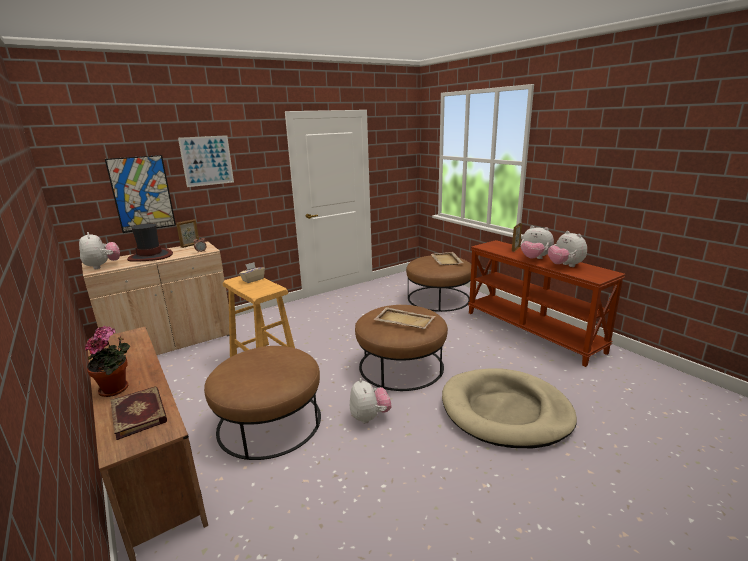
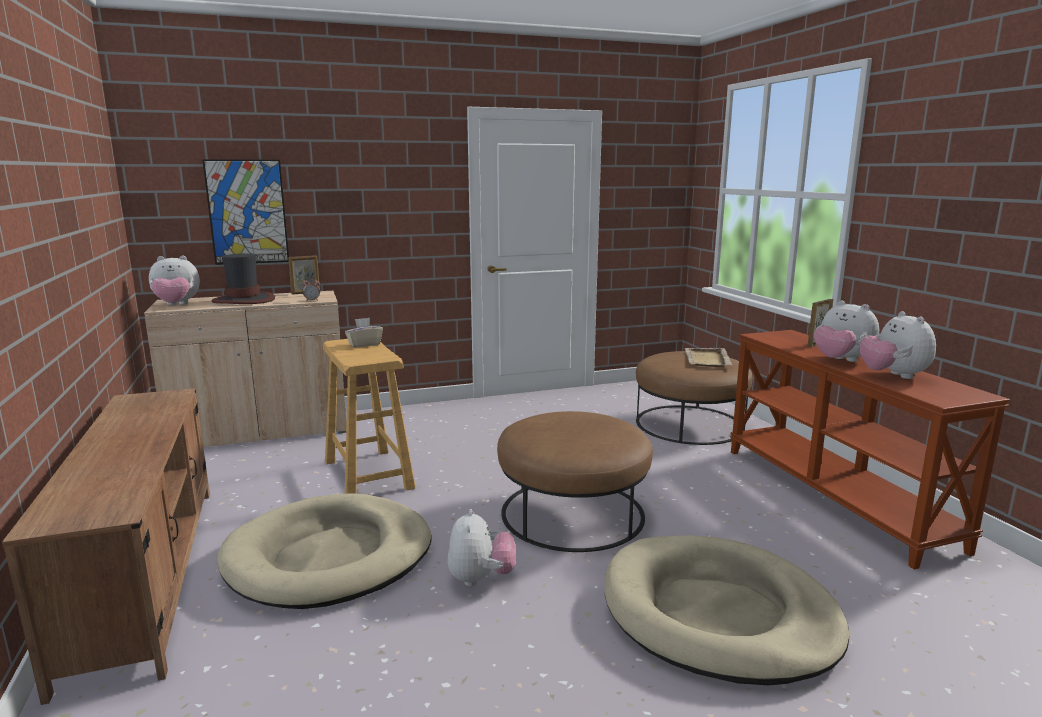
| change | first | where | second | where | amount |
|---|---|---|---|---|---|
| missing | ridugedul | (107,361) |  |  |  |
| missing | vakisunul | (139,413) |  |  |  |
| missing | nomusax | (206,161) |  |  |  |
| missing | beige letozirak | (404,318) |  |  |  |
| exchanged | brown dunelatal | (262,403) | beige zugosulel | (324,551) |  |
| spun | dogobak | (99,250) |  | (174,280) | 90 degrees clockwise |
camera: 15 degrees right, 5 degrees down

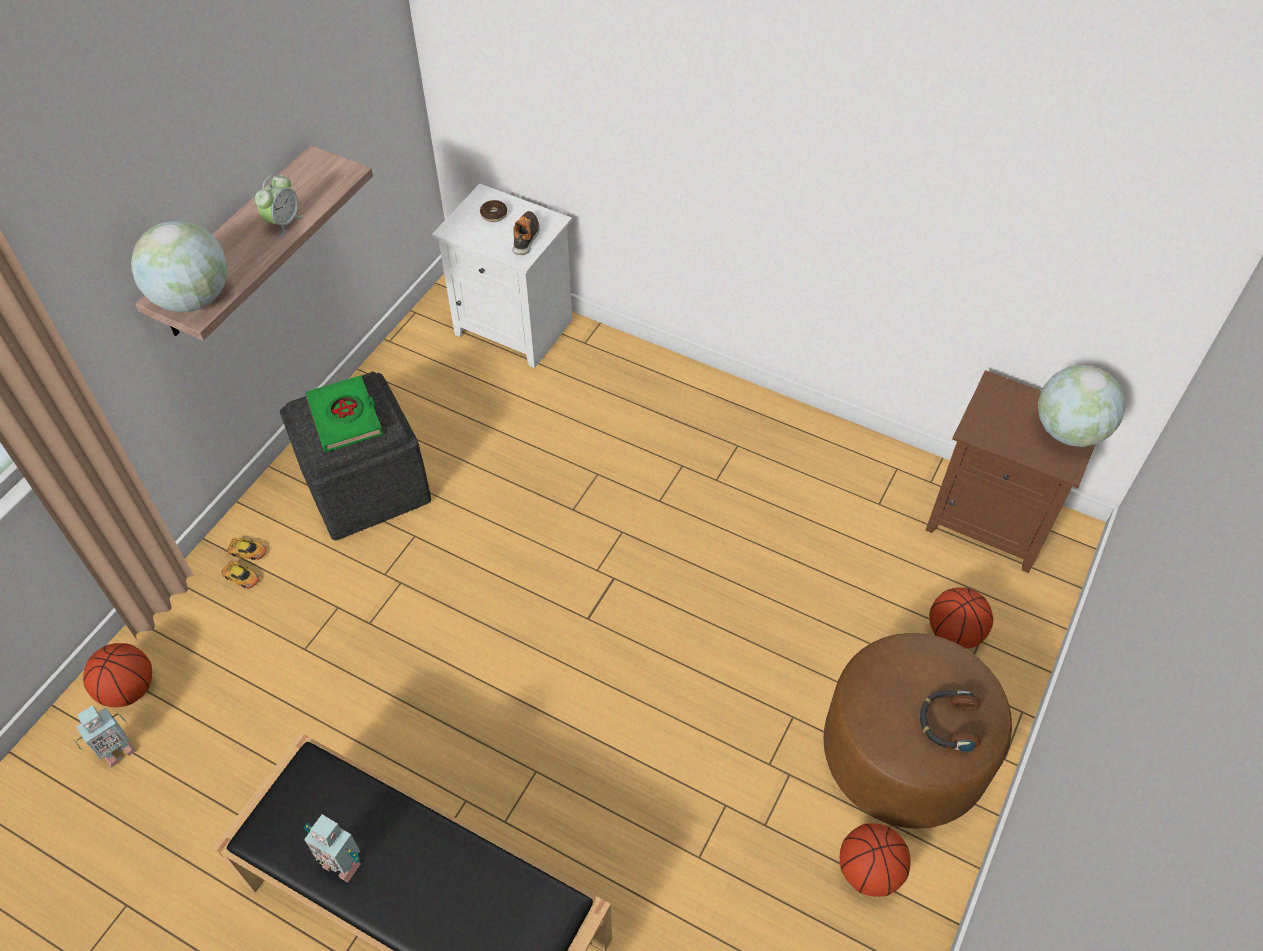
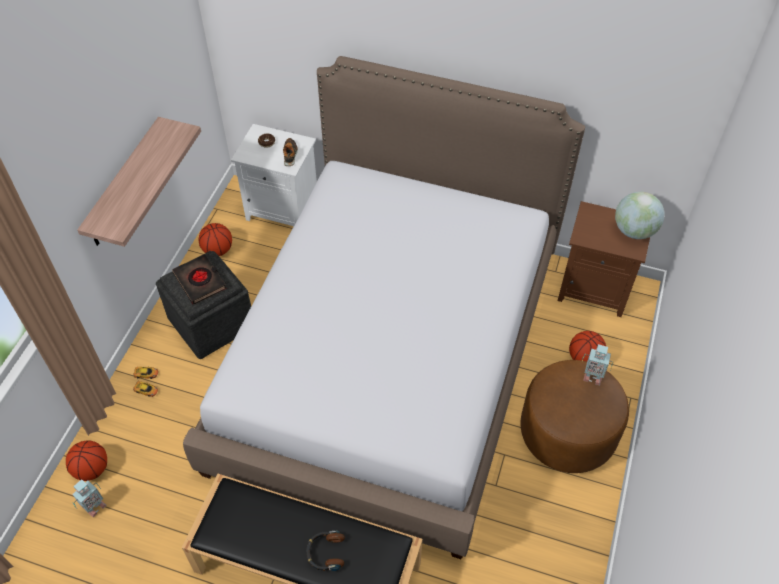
| change | first | where | second | where | amount |
|---|---|---|---|---|---|
| missing | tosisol | (179,266) |  |  |  |
| missing | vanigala | (279,206) |  |  |  |
| appeared |  |  | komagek | (384,307) |  |
| relocated | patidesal | (332,848) |  | (597,364) |  |
| relocated | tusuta | (875,860) |  | (215,239) |  |
| relocated | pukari | (950,721) |  | (325,550) |  |
| colour | green vakisunul | (344,414) | black vakisunul | (199,279) |  |
camera: 10 degrees left, 0 degrees up

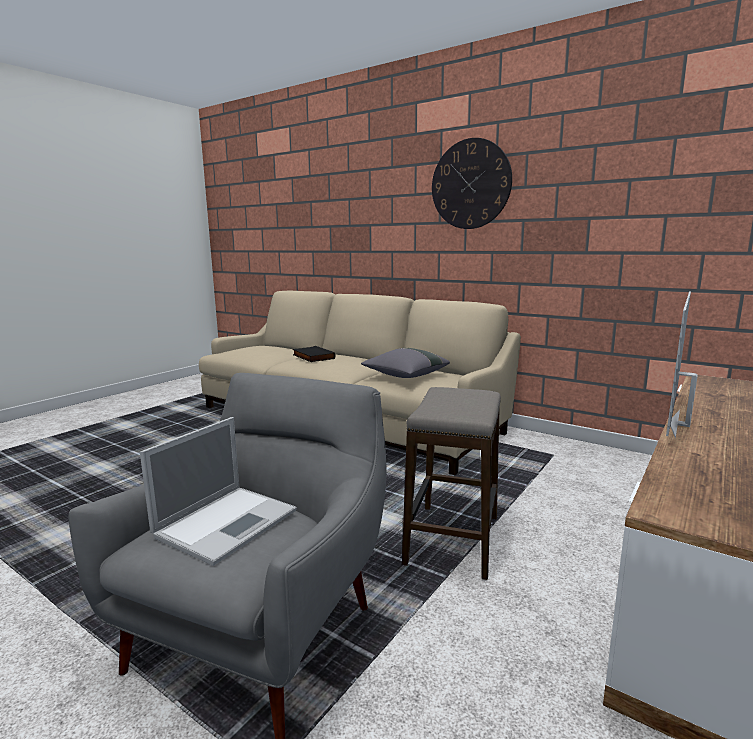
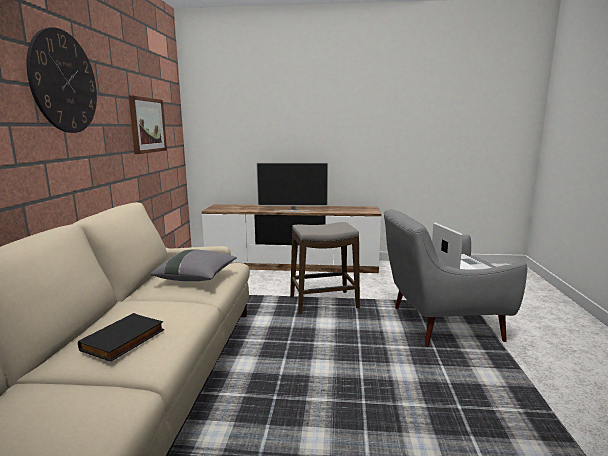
| change | first | where | second | where | amount |
|---|---|---|---|---|---|
| appeared |  |  | nomusax | (148,124) |  |
| spun | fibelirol | (218,491) |  | (461,246) | 75 degrees clockwise |
camera: 120 degrees left, 0 degrees up

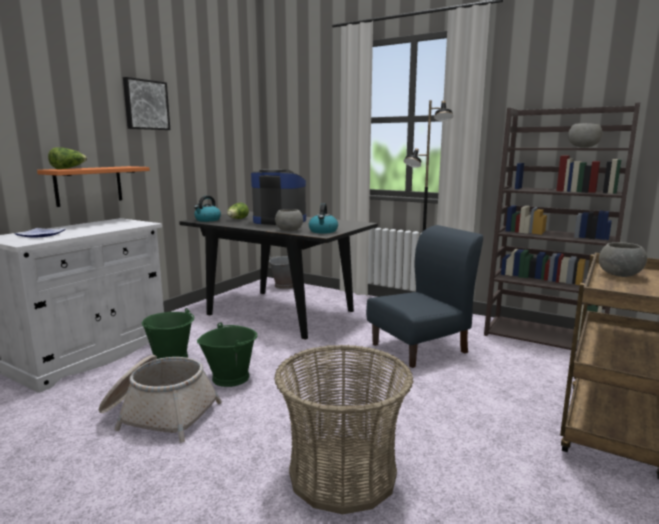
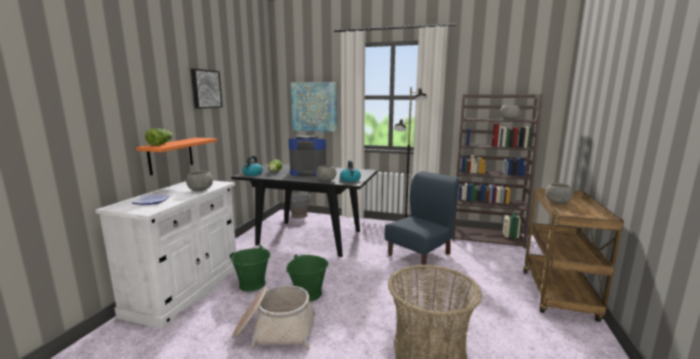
| change | first | where | second | where | amount |
|---|---|---|---|---|---|
| appeared |  |  | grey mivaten | (199,181) |  |
| appeared |  |  | nomusax | (314,107) |  |
camera: 15 degrees left, 0 degrees up

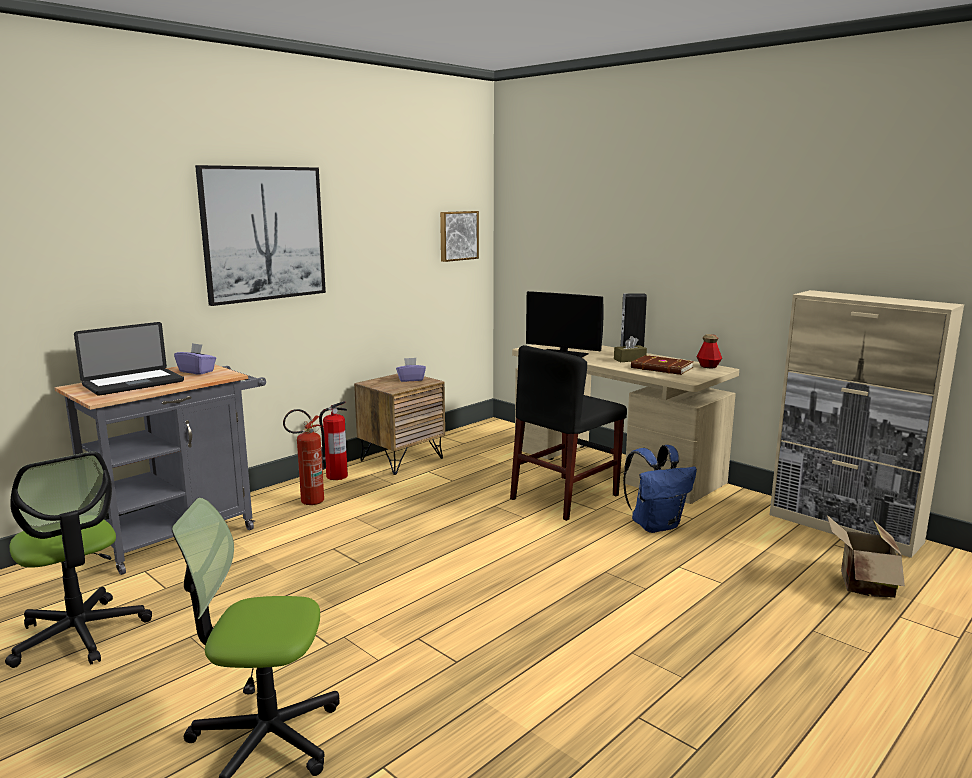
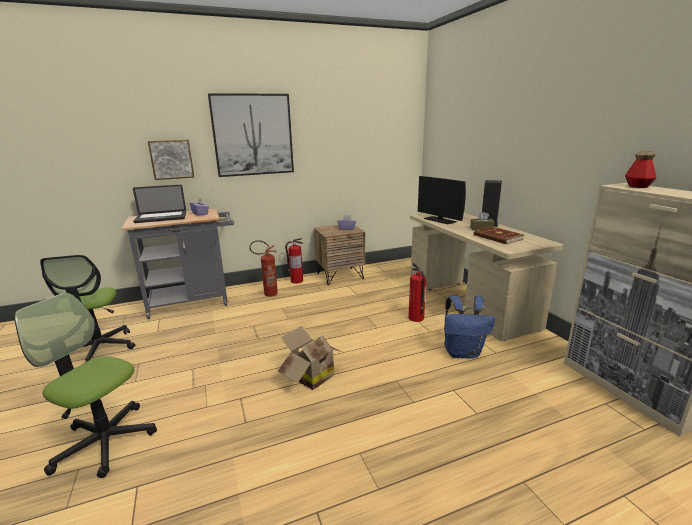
| change | first | where | second | where | amount |
|---|---|---|---|---|---|
| relocated | nomusax | (459,236) |  | (171,160) |  |
| relocated | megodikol | (709,351) |  | (641,169) |  |
| relocated | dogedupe | (866,556) |  | (311,358) |  |
| exchanged | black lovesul | (568,433) | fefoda | (417,292) |  |
camera: 25 degrees right, 5 degrees up

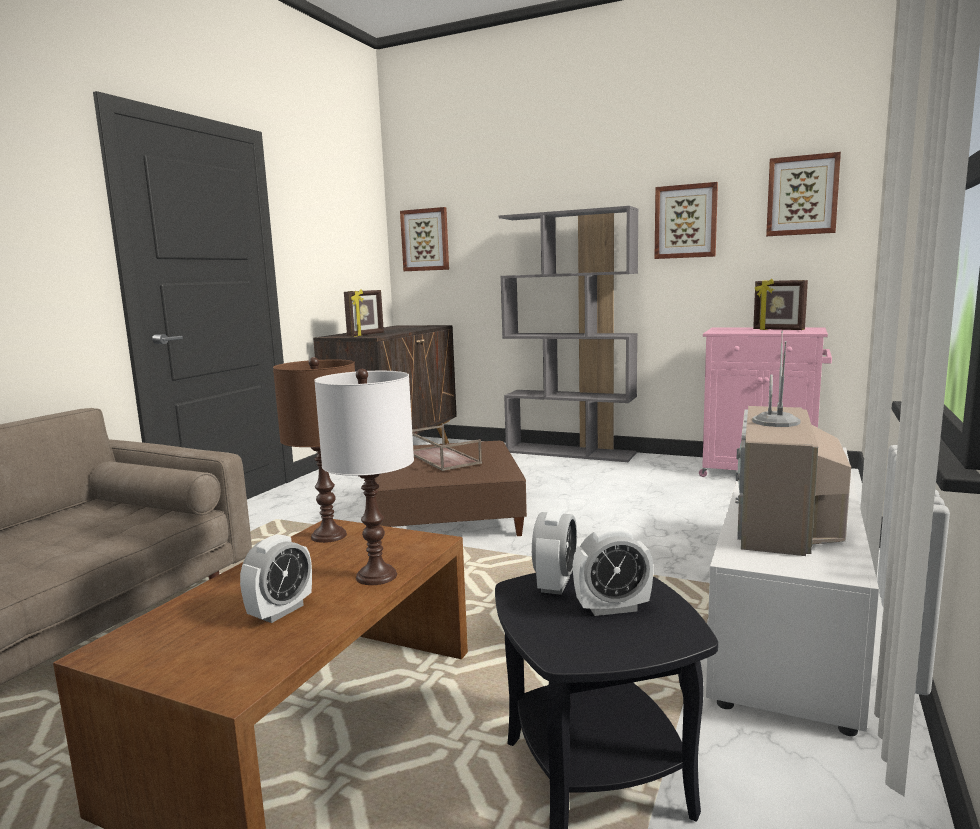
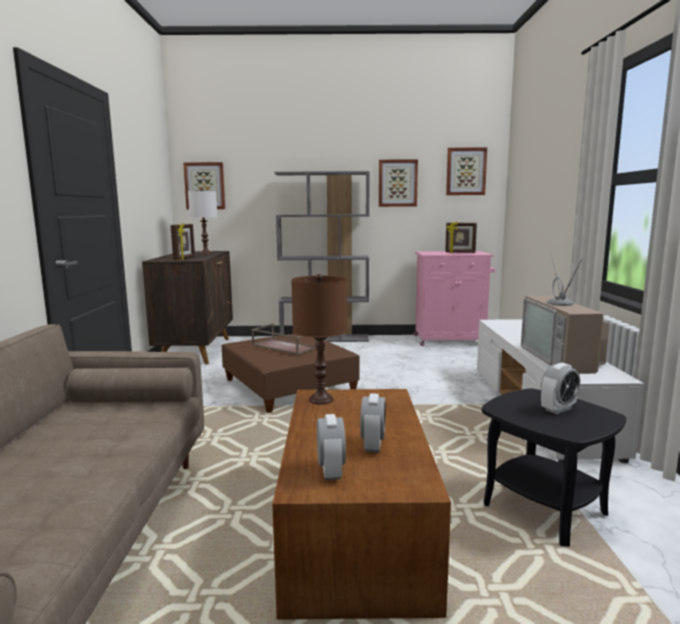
| change | first | where | second | where | amount |
|---|---|---|---|---|---|
| relocated | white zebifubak | (364,477) |  | (202,222) |  |
| relocated | vanigala | (554,551) |  | (331,447) |  |
camera: 25 degrees left, 0 degrees up

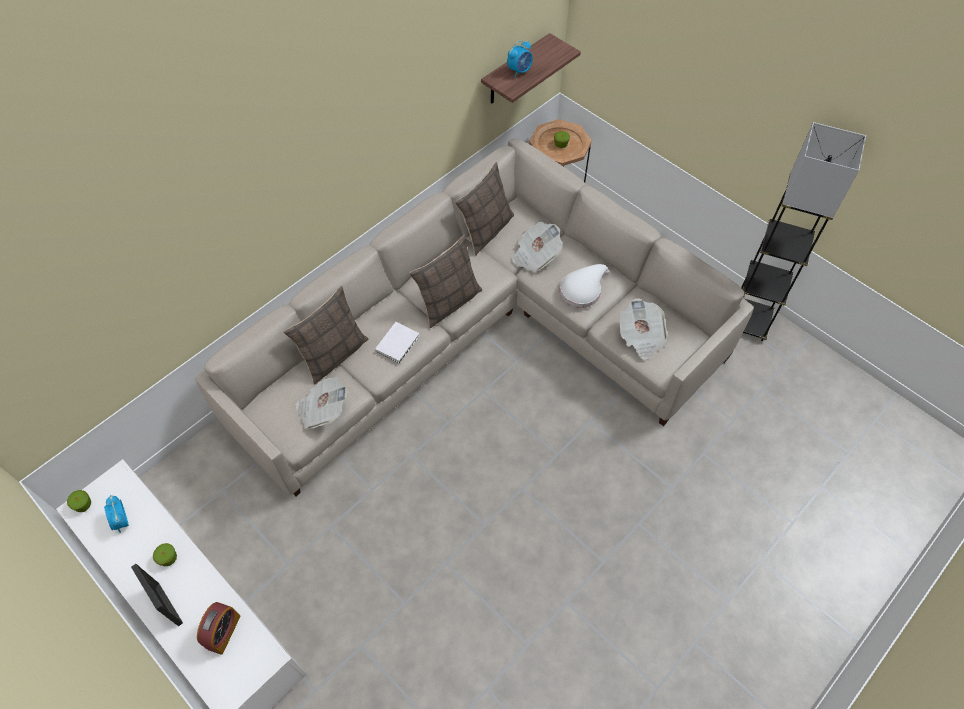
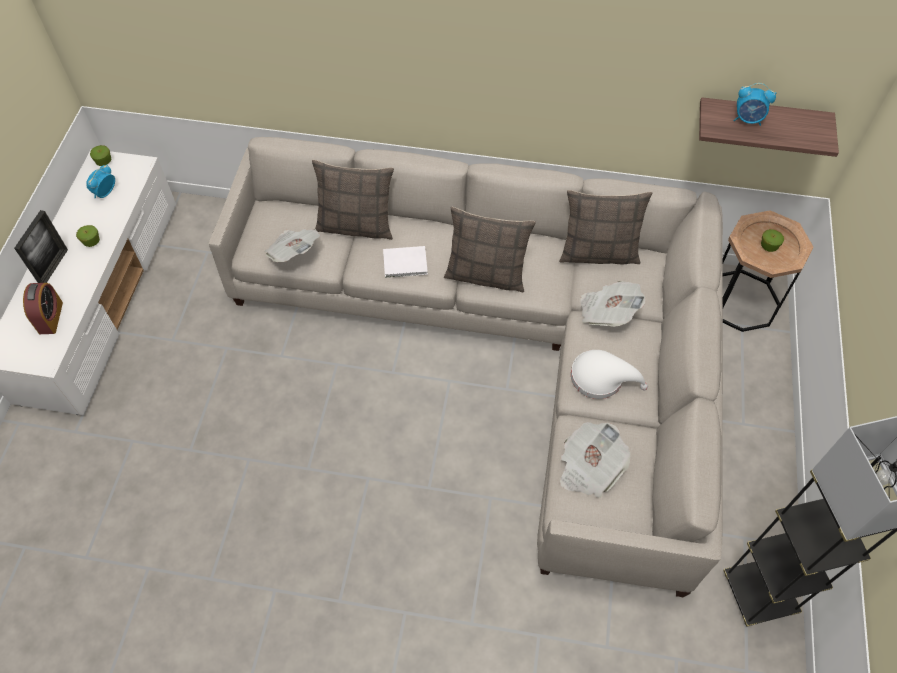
| change | first | where | second | where | amount |
|---|---|---|---|---|---|
| spun | vanigala | (218,628) |  | (43,308) | 75 degrees counterclockwise |
camera: 55 degrees right, 0 degrees up

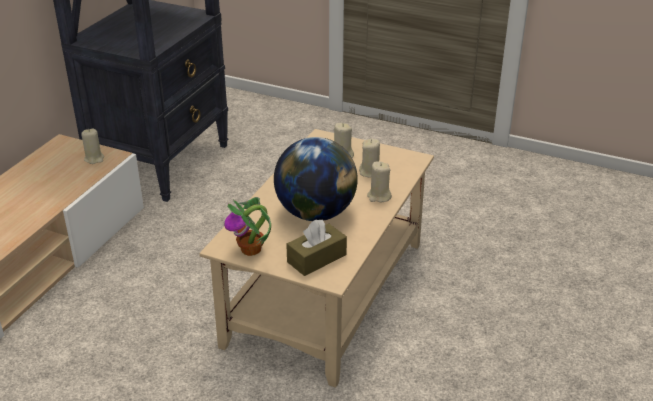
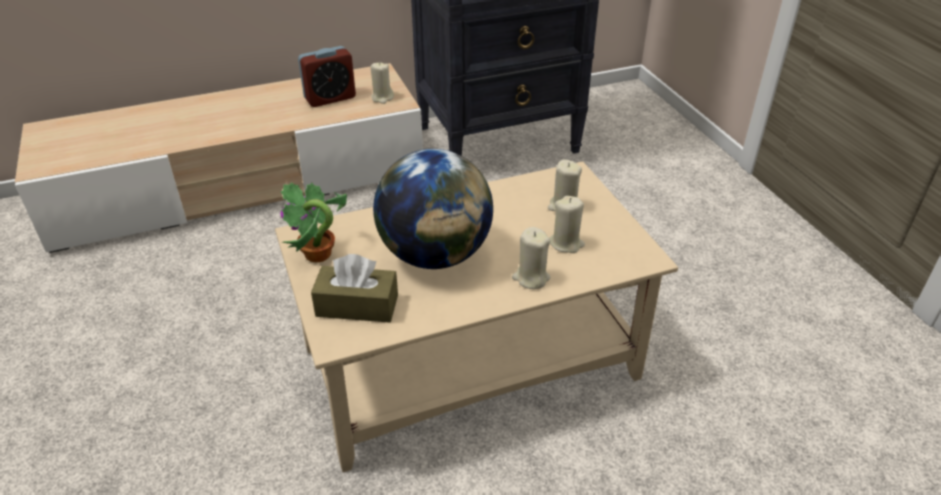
| change | first | where | second | where | amount |
|---|---|---|---|---|---|
| appeared |  |  | vanigala | (327,76) |  |
camera: 45 degrees right, 5 degrees up

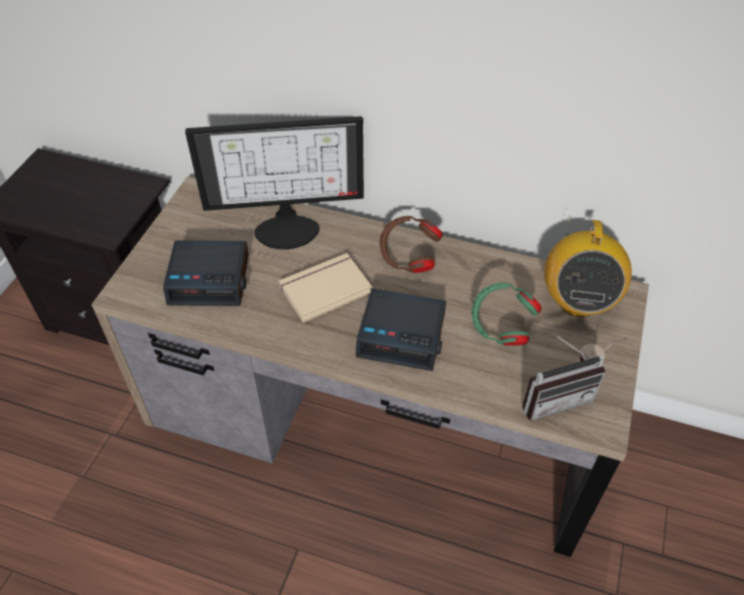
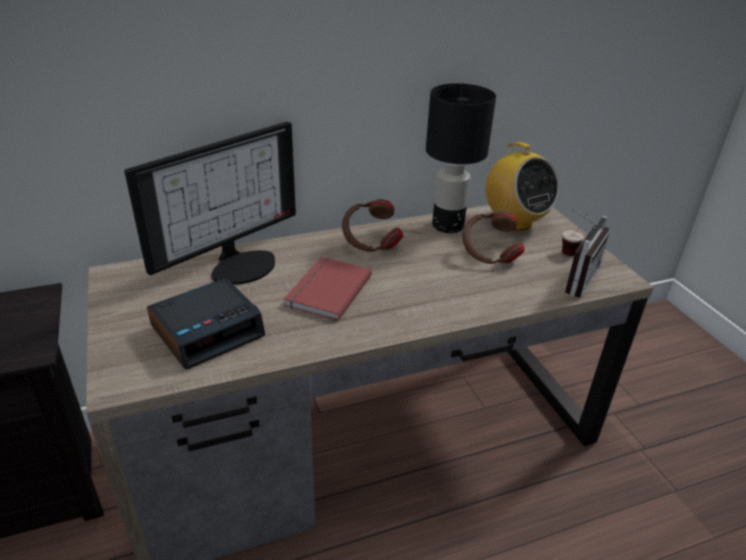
| change | first | where | second | where | amount |
|---|---|---|---|---|---|
| missing | vanigala | (401,329) |  |  |  |
| appeared |  |  | black zebifubak | (461,158) |  |
| colour | beige vakisunul | (326,288) | red vakisunul | (328,289) |  |
| colour | green pukari | (506,314) | brown pukari | (493,237) |  |
camera: 40 degrees left, 15 degrees down

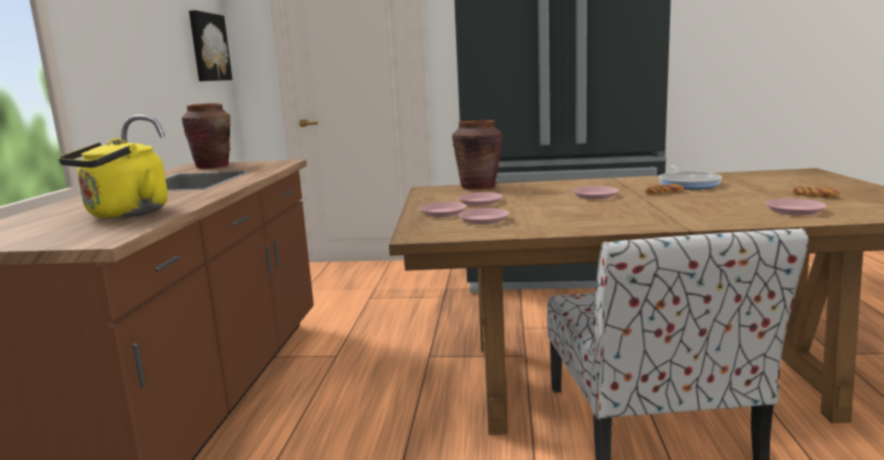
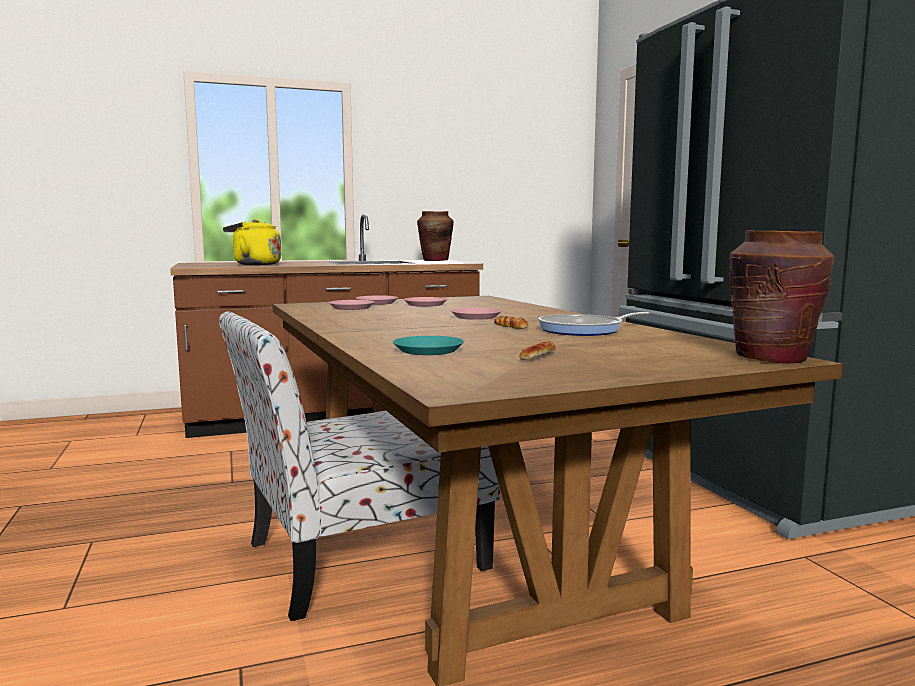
| change | first | where | second | where | amount |
|---|---|---|---|---|---|
| missing | nomusax | (210,45) |  |  |  |
| relocated | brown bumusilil | (477,154) |  | (782,297) |  |
| colour | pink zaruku | (796,207) | turquoise zaruku | (428,345) |  |
camera: 65 degrees right, 5 degrees down

